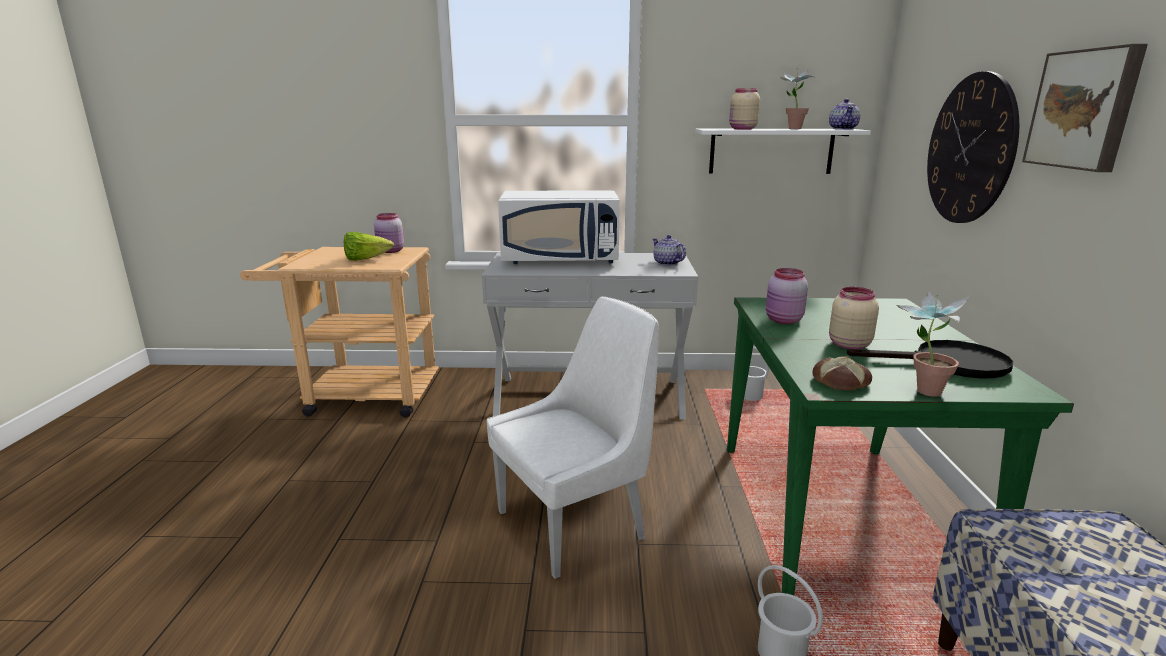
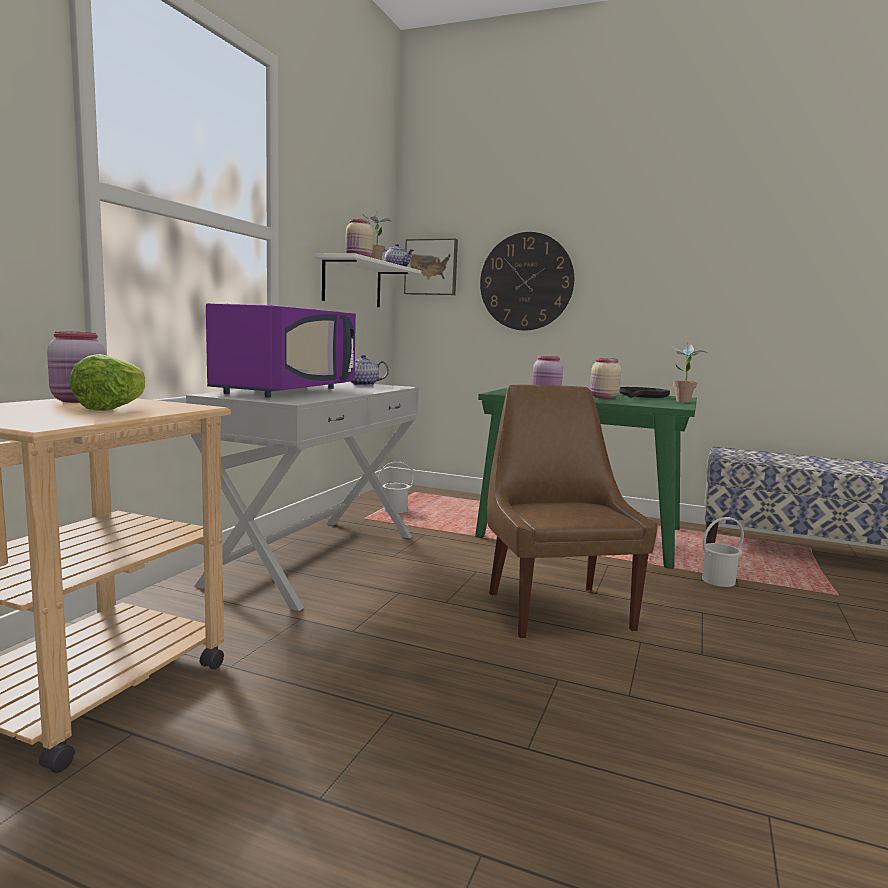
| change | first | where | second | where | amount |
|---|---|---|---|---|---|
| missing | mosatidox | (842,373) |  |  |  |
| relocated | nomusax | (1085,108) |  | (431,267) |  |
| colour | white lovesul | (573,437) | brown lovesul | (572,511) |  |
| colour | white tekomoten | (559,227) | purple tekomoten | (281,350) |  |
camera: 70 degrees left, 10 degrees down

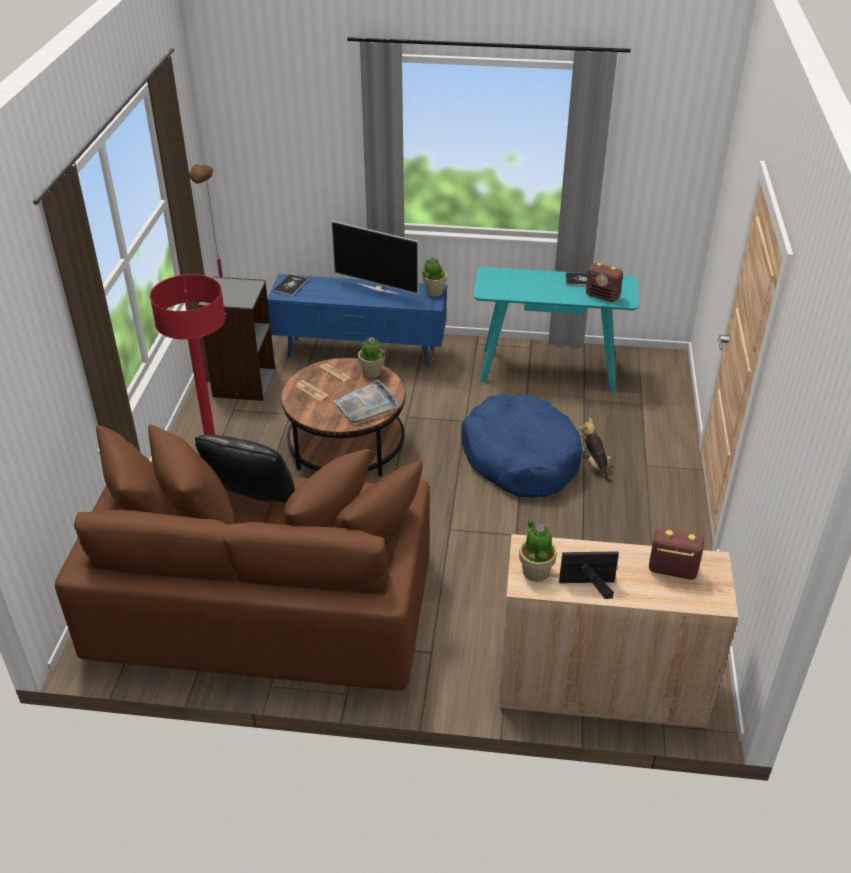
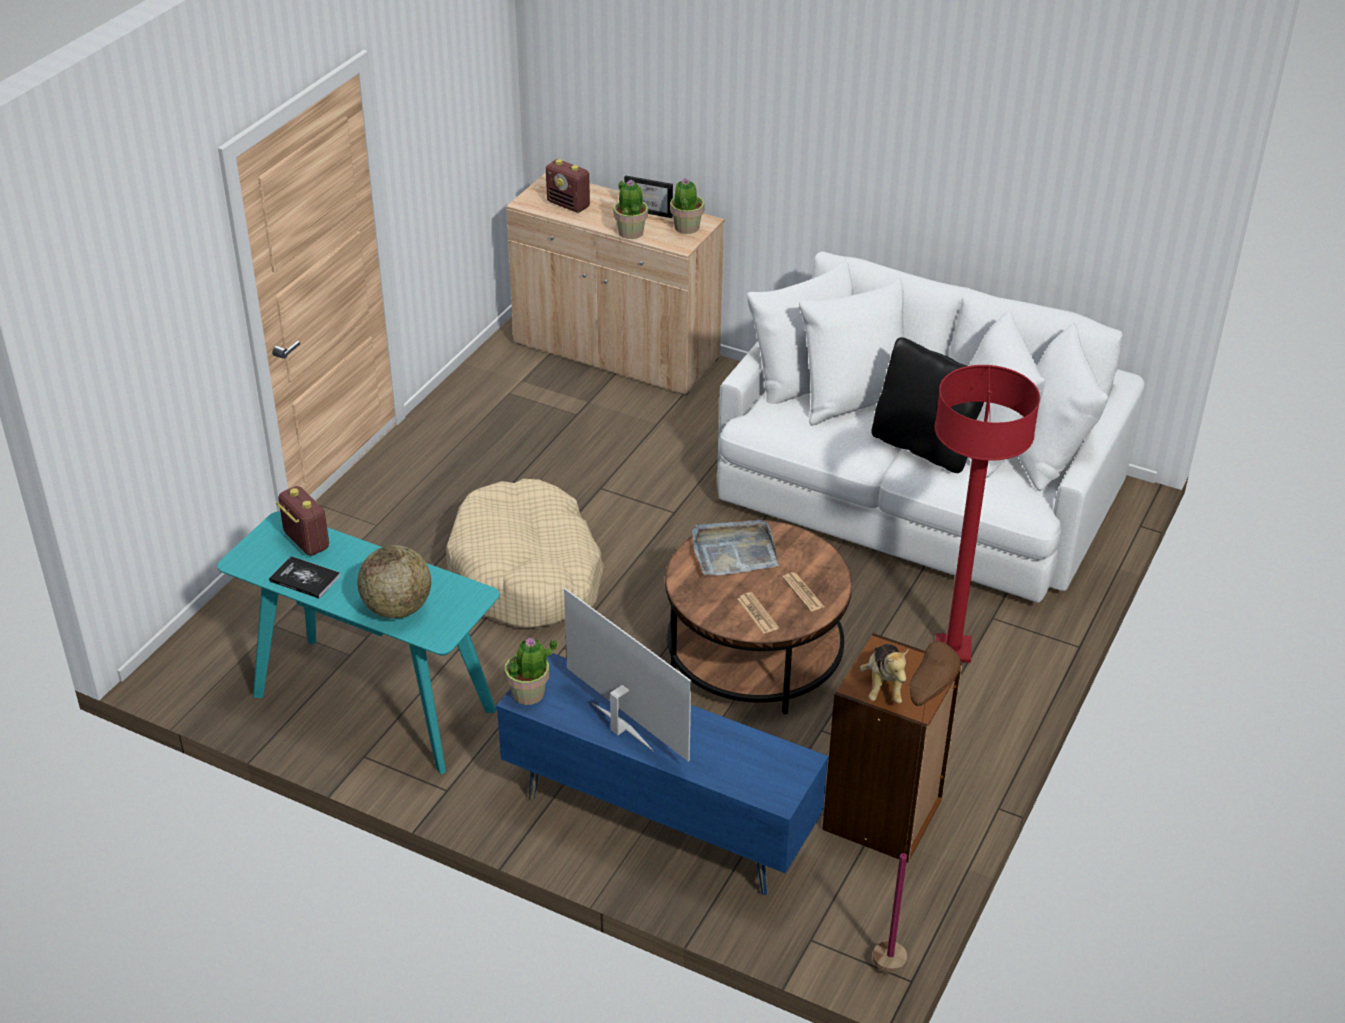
| change | first | where | second | where | amount |
|---|---|---|---|---|---|
| missing | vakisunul | (290,285) |  |  |  |
| appeared |  |  | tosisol | (394,582) |  |
| relocated | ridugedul | (372,357) |  | (631,209) |  |
| relocated | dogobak | (595,450) |  | (884,674) |  |
| colour | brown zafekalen | (242,557) | white zafekalen | (931,427) |  |
| colour | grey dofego | (236,339) | brown dofego | (892,748) |  |
| colour | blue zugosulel | (522,445) | beige zugosulel | (525,553) |  |
camera: 160 degrees left, 0 degrees up

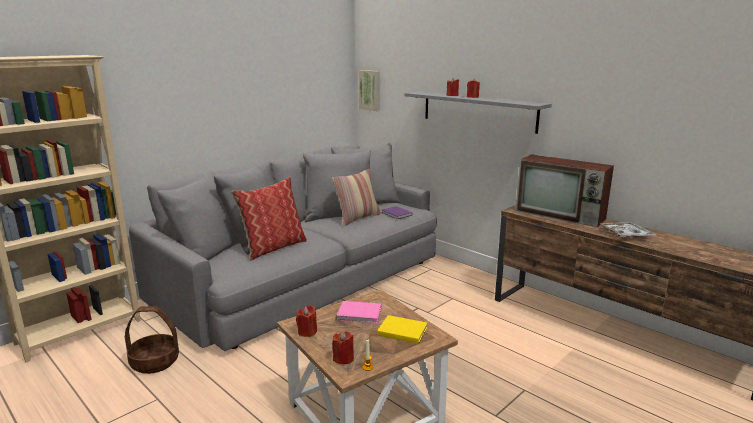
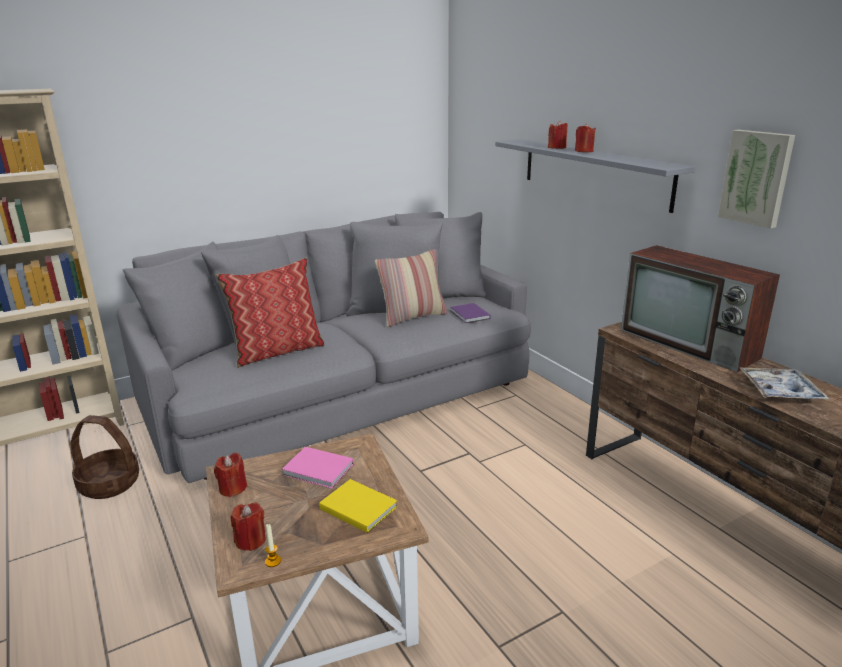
| change | first | where | second | where | amount |
|---|---|---|---|---|---|
| relocated | nomusax | (369,90) |  | (756,179) |  |
camera: 15 degrees right, 5 degrees up

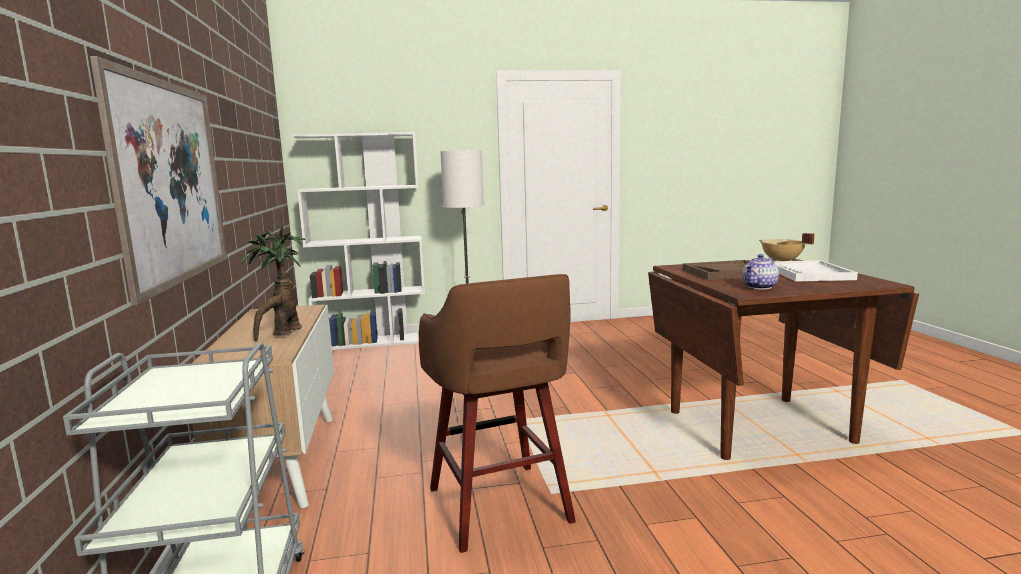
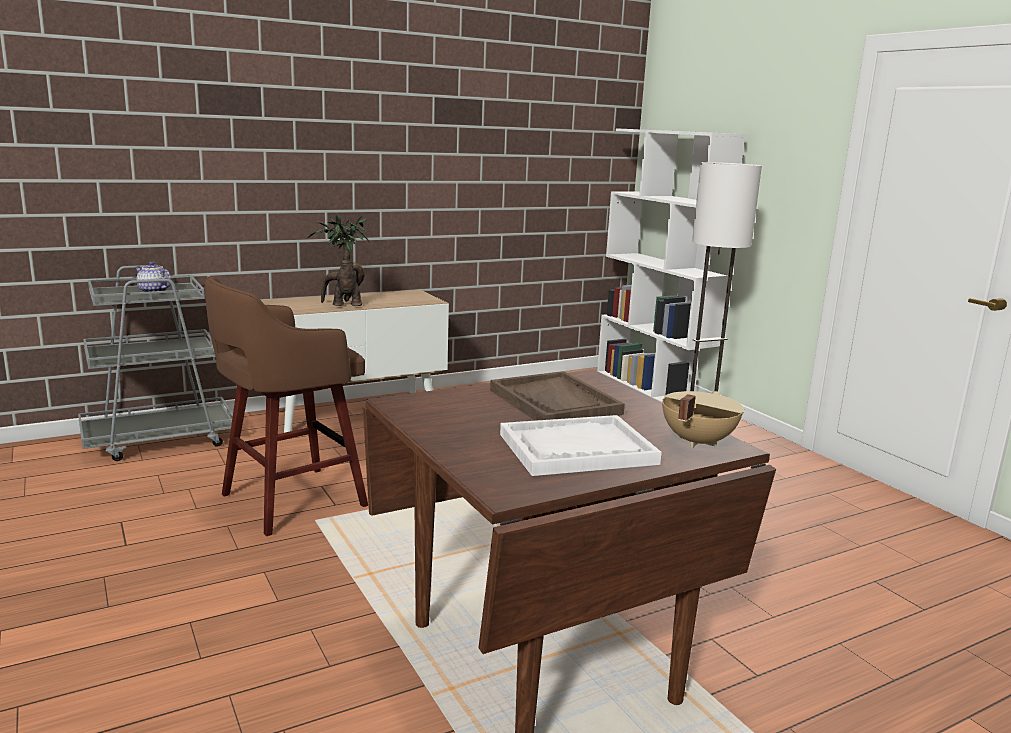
| change | first | where | second | where | amount |
|---|---|---|---|---|---|
| missing | nomusax | (158,180) |  |  |  |
| relocated | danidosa | (760,272) |  | (153,277) |  |
camera: 70 degrees right, 5 degrees up

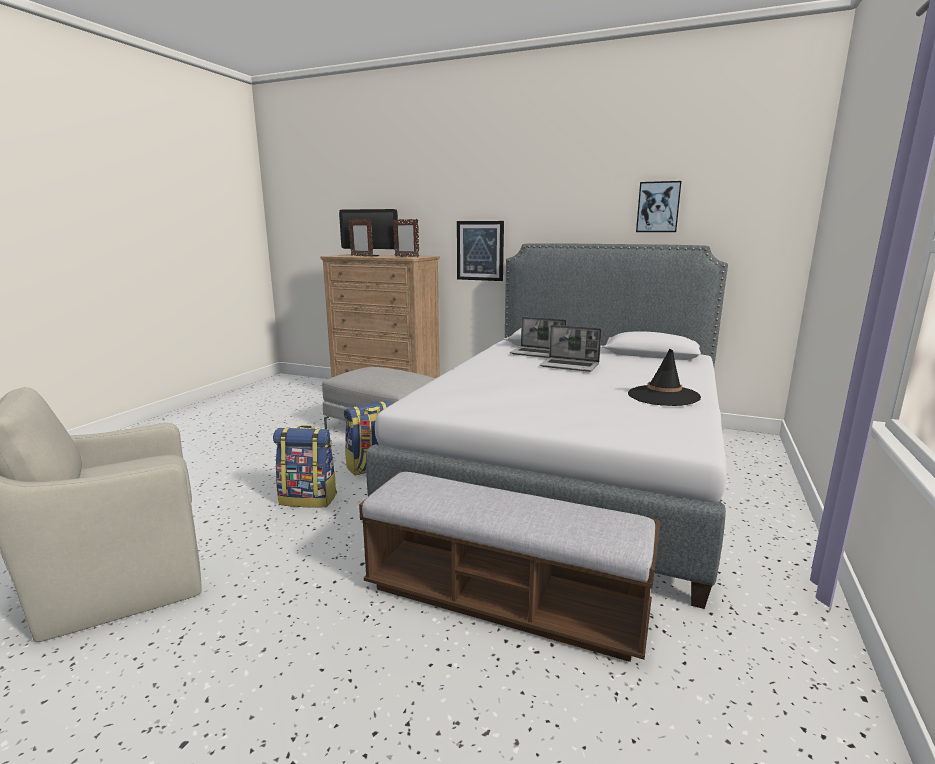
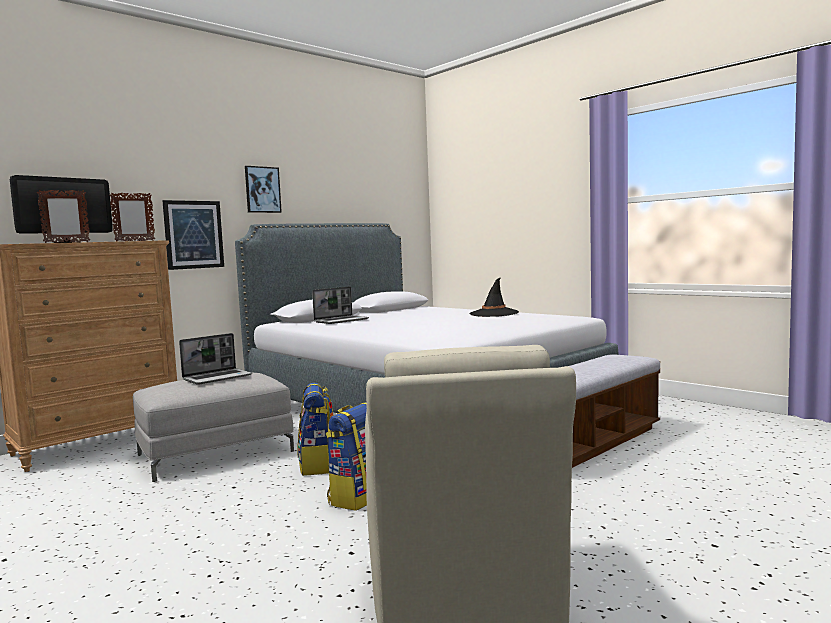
| change | first | where | second | where | amount |
|---|---|---|---|---|---|
| relocated | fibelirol | (571,348) |  | (215,359) |  |
| relocated | nomusax | (659,206) |  | (263,189) |  |
camera: 65 degrees left, 10 degrees down

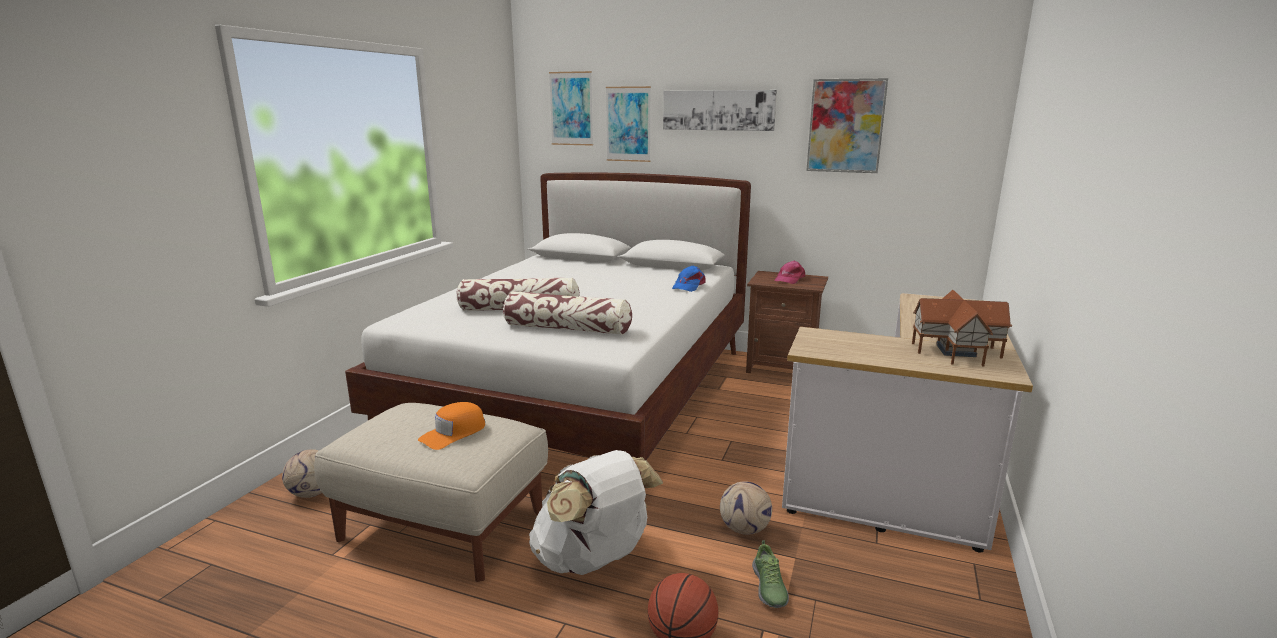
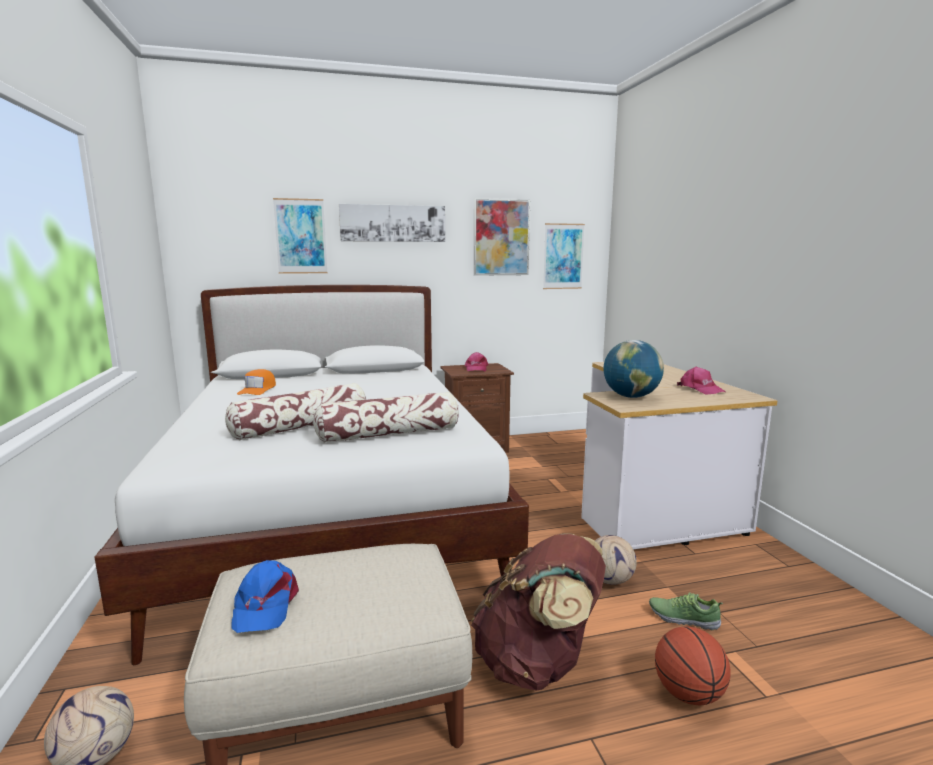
| change | first | where | second | where | amount |
|---|---|---|---|---|---|
| appeared |  |  | tosisol | (634,369) |  |
| relocated | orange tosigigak | (451,426) |  | (256,382) |  |
| relocated | nomusax | (571,108) |  | (564,256) |  |
| relocated | blue tosigigak | (688,279) |  | (265,596) |  |
| exchanged | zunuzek | (962,328) | pink tosigigak | (701,381) |  |
| colour | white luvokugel | (596,512) | brown luvokugel | (538,612) |  |
| spun | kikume | (770,574) |  | (686,611) | 150 degrees clockwise |
camera: 35 degrees left, 5 degrees down

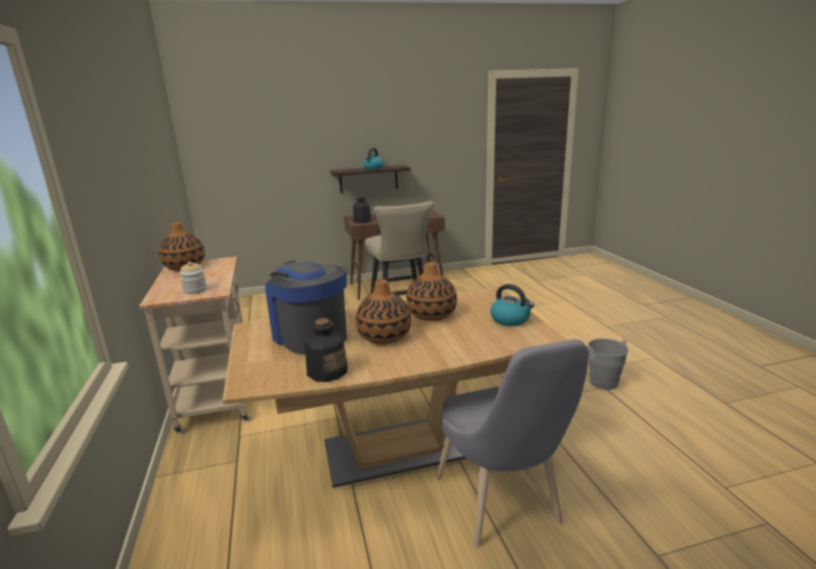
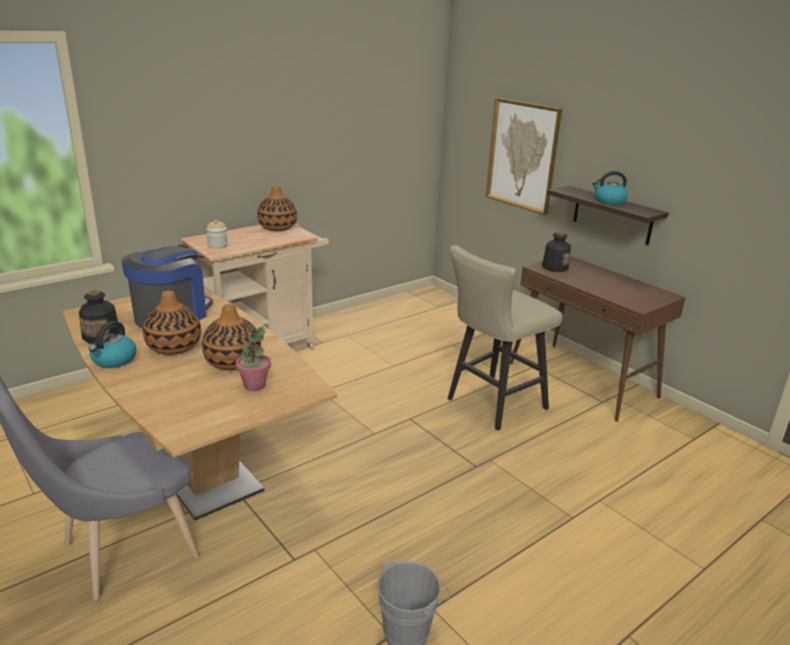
| change | first | where | second | where | amount |
|---|---|---|---|---|---|
| appeared |  |  | ridugedul | (253,358) |  |
| appeared |  |  | nomusax | (524,156) |  |
| relocated | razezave | (512,305) |  | (112,344) |  |
camera: 65 degrees right, 5 degrees up

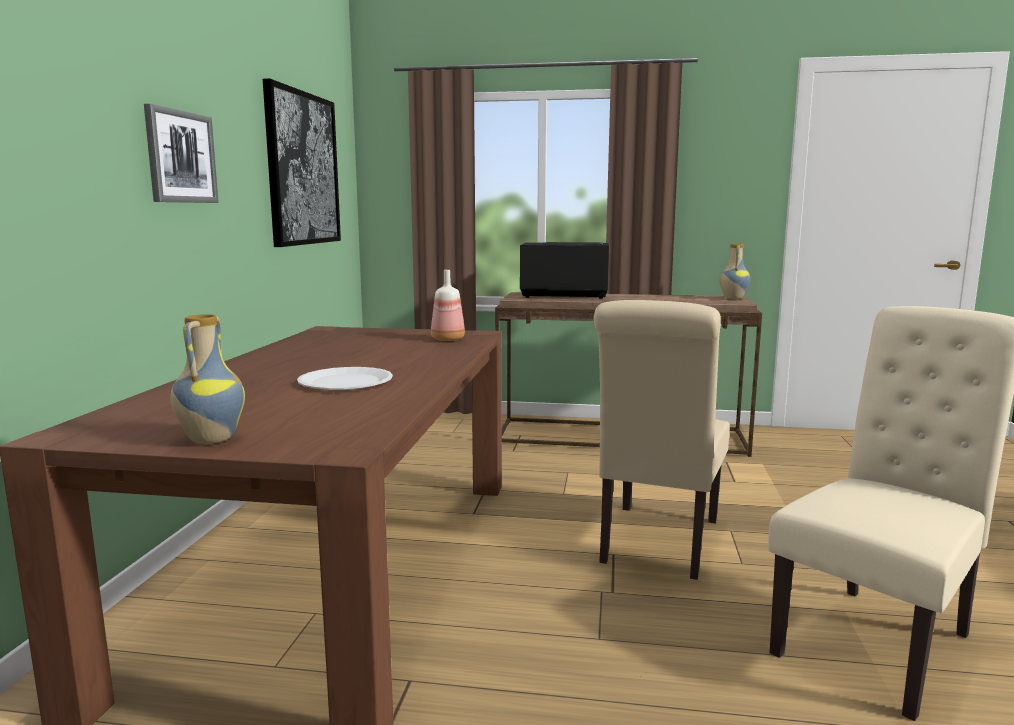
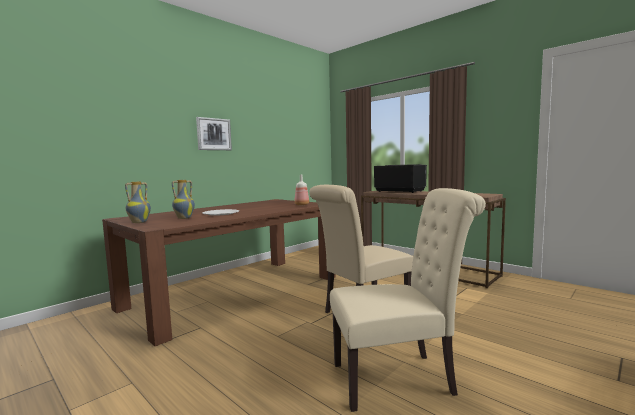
| change | first | where | second | where | amount |
|---|---|---|---|---|---|
| missing | nomusax | (302,162) |  |  |  |
| relocated | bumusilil | (734,271) |  | (183,199) |  |
camera: 35 degrees right, 5 degrees down

